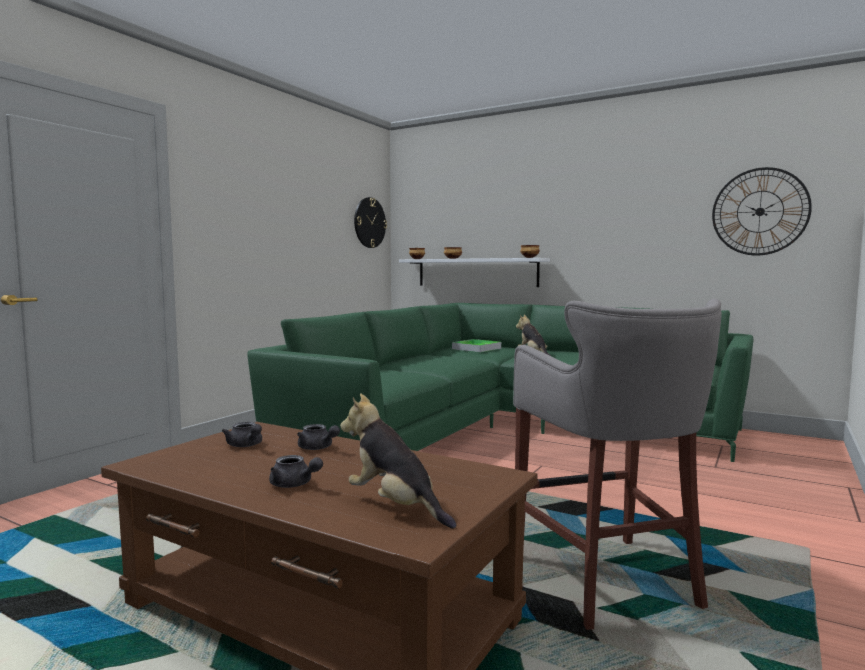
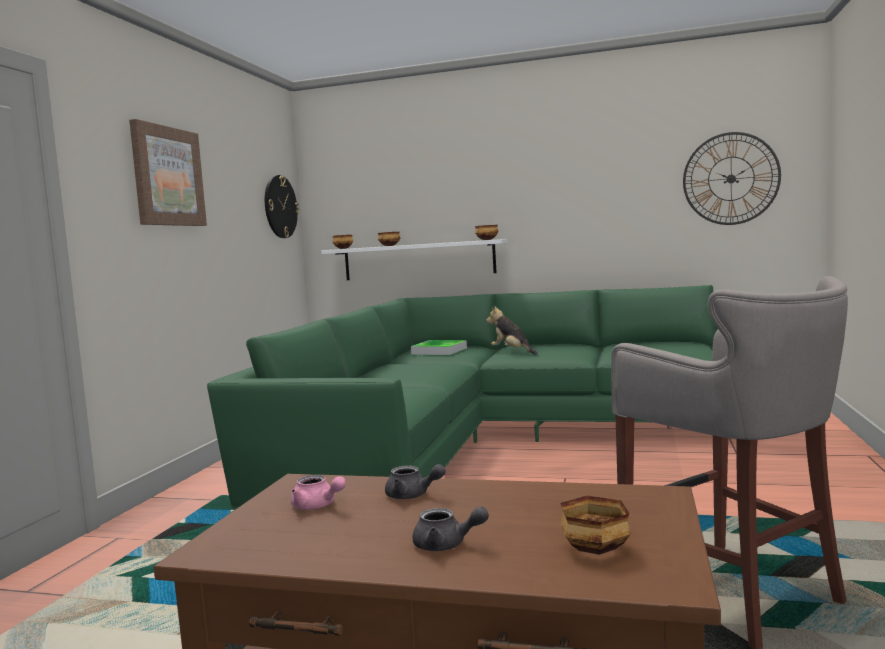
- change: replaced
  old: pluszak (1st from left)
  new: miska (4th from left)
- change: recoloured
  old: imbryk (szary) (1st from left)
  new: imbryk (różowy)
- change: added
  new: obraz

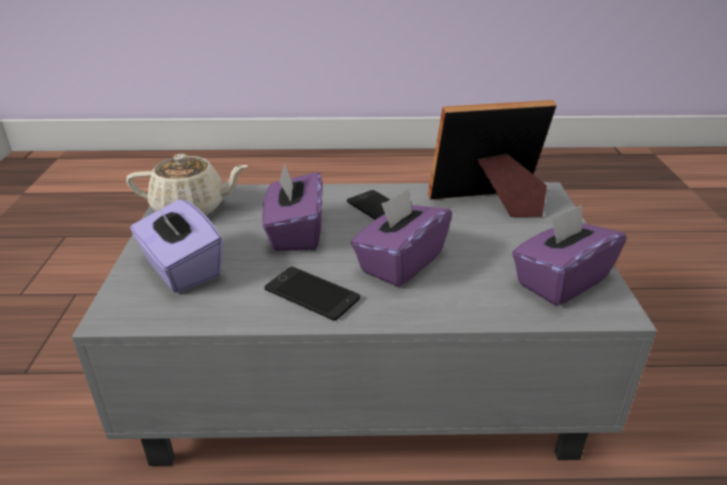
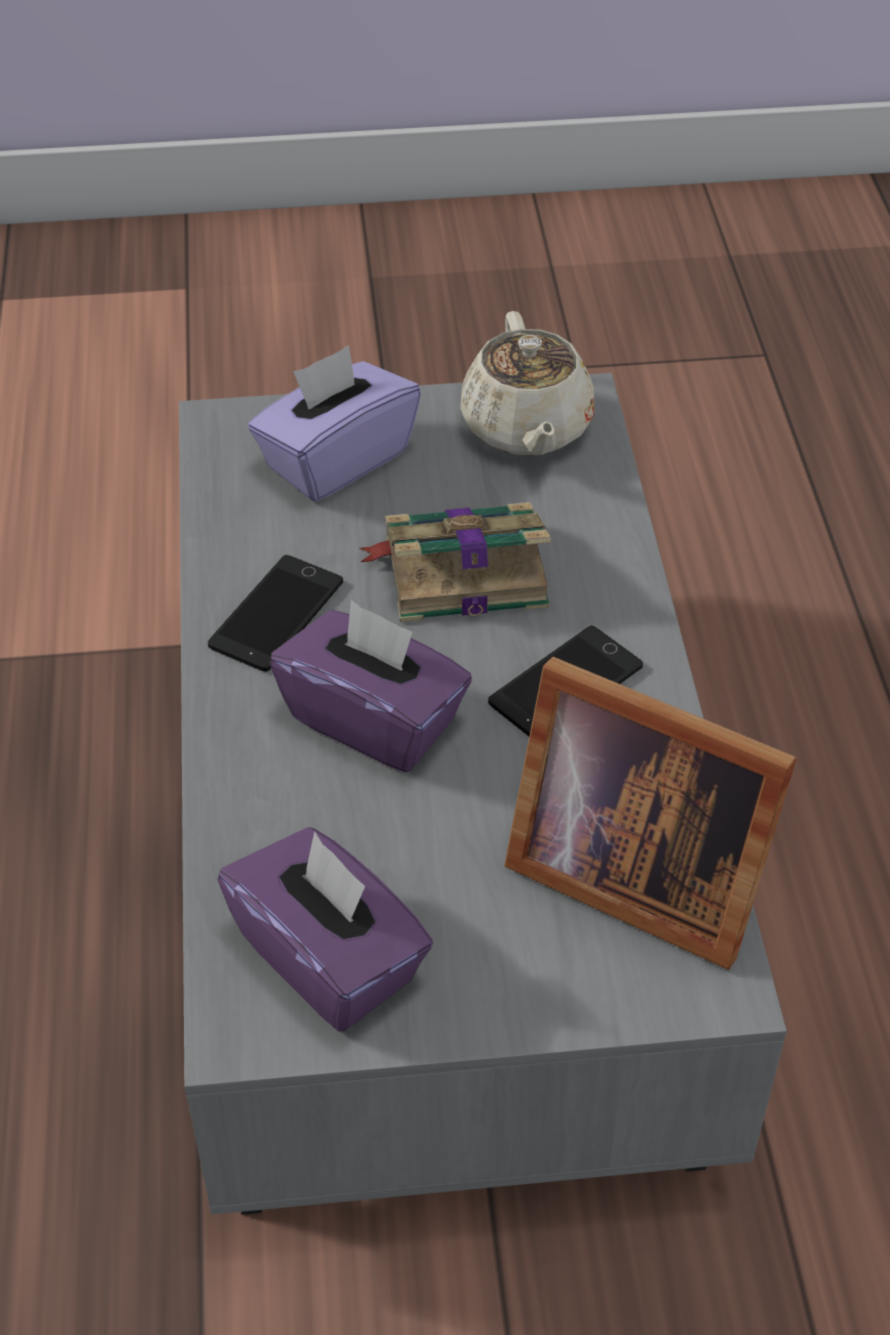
- change: turned
  old: ramka na zdjęcie
  degrees: 135
- change: replaced
  old: pudełko chusteczek (fioletowy) (2nd from left)
  new: książka

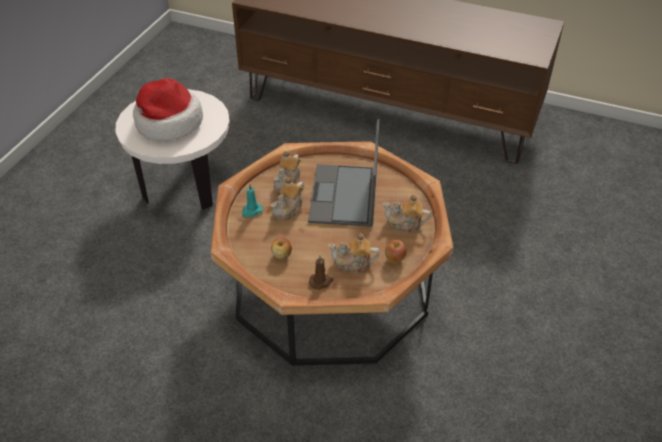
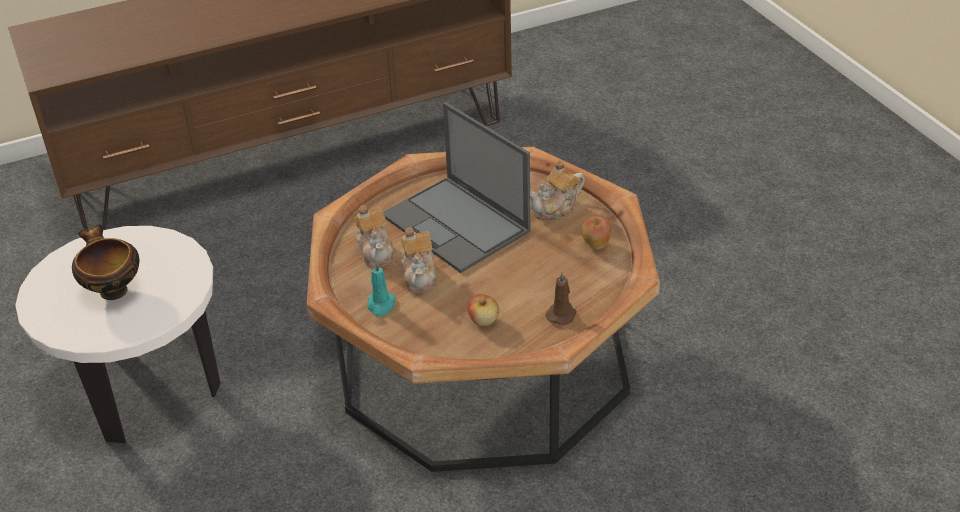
- change: replaced
  old: kapelusz
  new: miska
- change: removed
  old: imbryk (3rd from left)

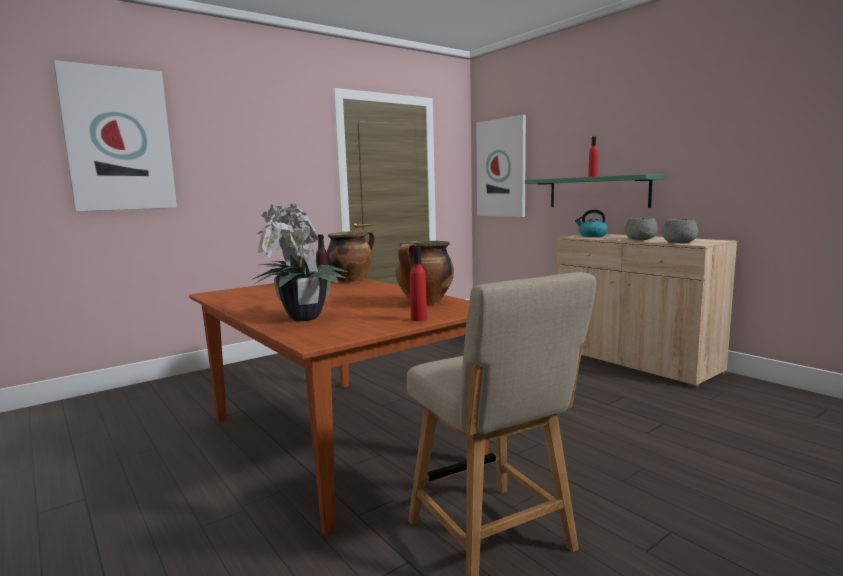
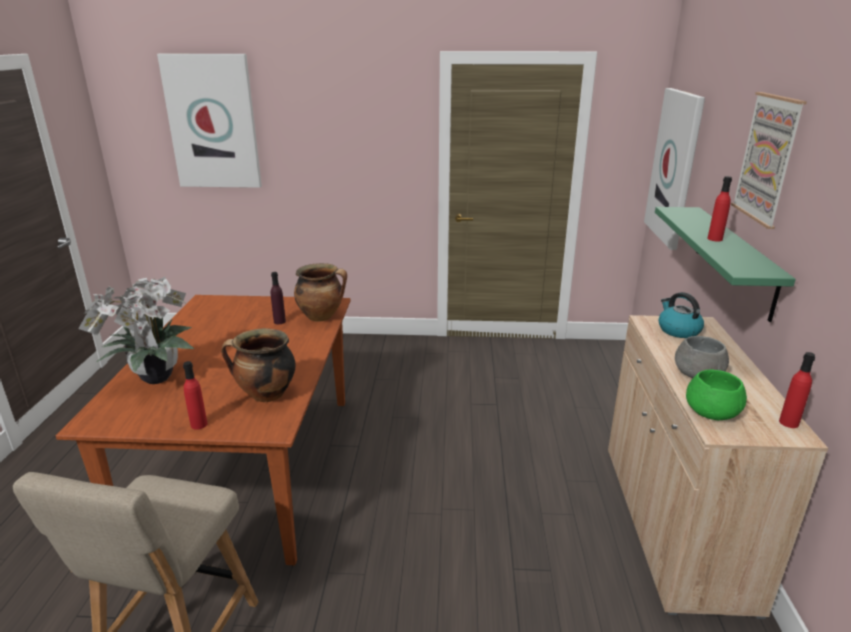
- change: recoloured
  old: miska (szary) (2nd from left)
  new: miska (zielony)
- change: added
  new: obraz (3rd from left)
- change: added
  new: butelka (czerwony) (3rd from left)

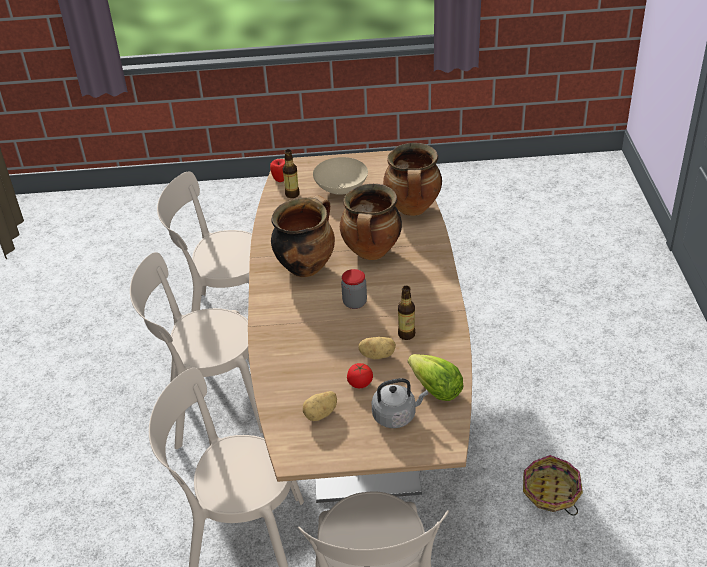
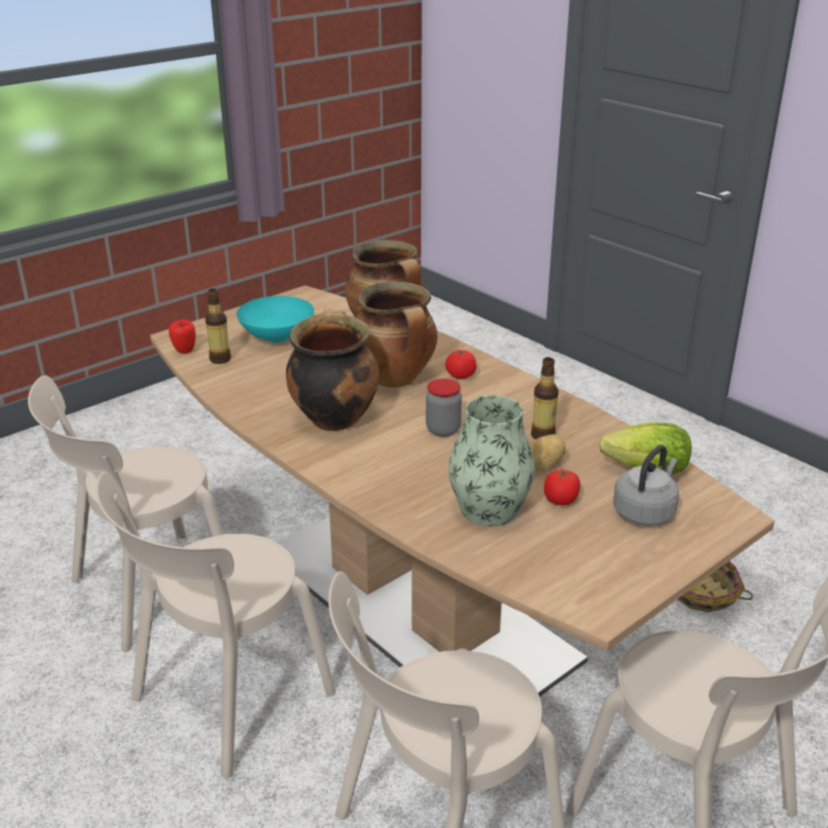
- change: recoloured
  old: miska (beżowy)
  new: miska (turkusowy)
- change: removed
  old: ziemniak (1st from left)
- change: added
  new: pomidor (1st from left)
- change: added
  new: wazon

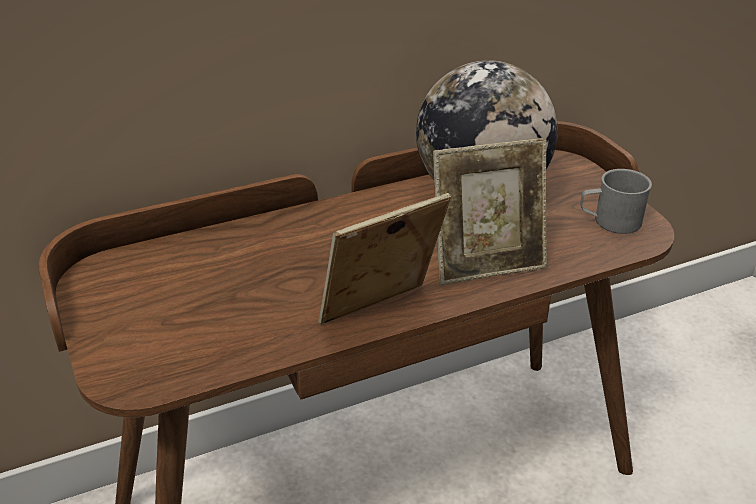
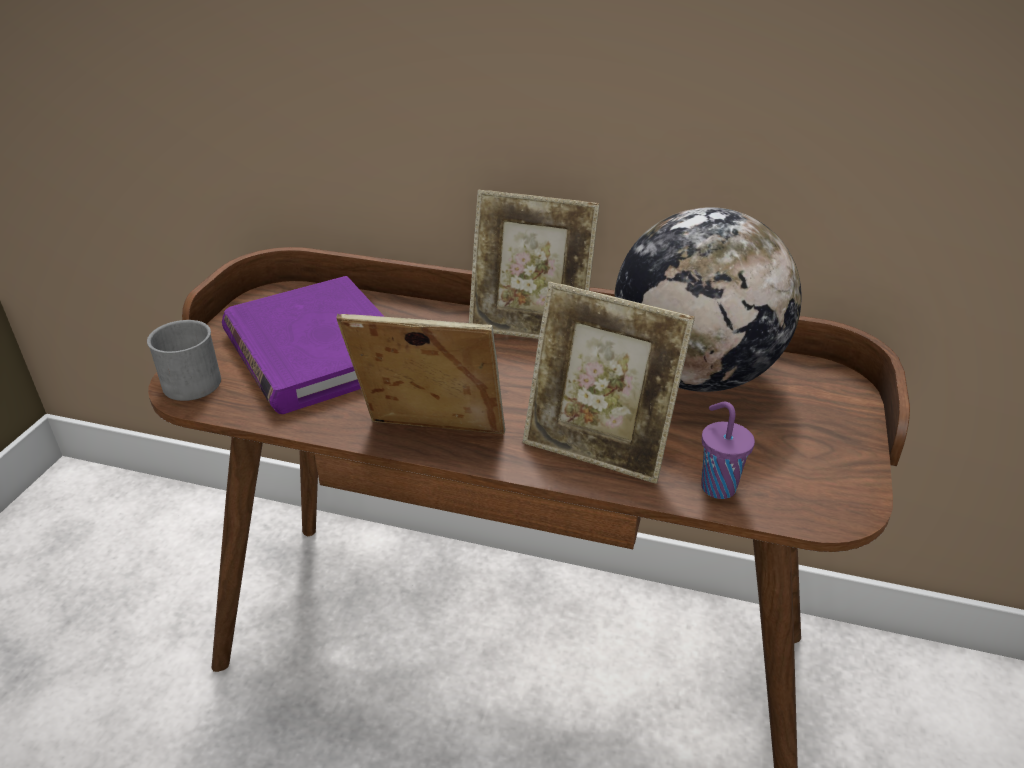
- change: moved
  old: kubek (szary)
- change: added
  new: ramka na zdjęcie (2nd from left)
- change: added
  new: książka (fioletowy)
- change: added
  new: filiżanka (fioletowy)

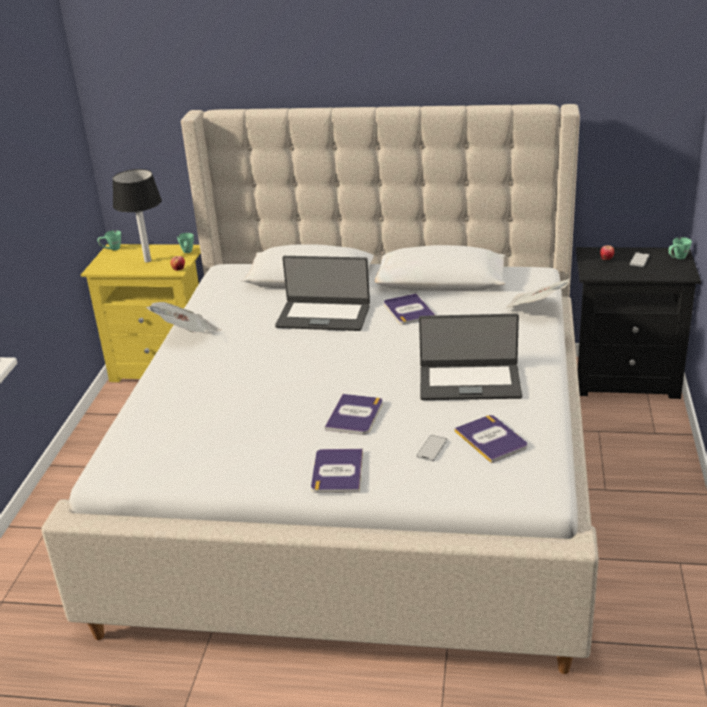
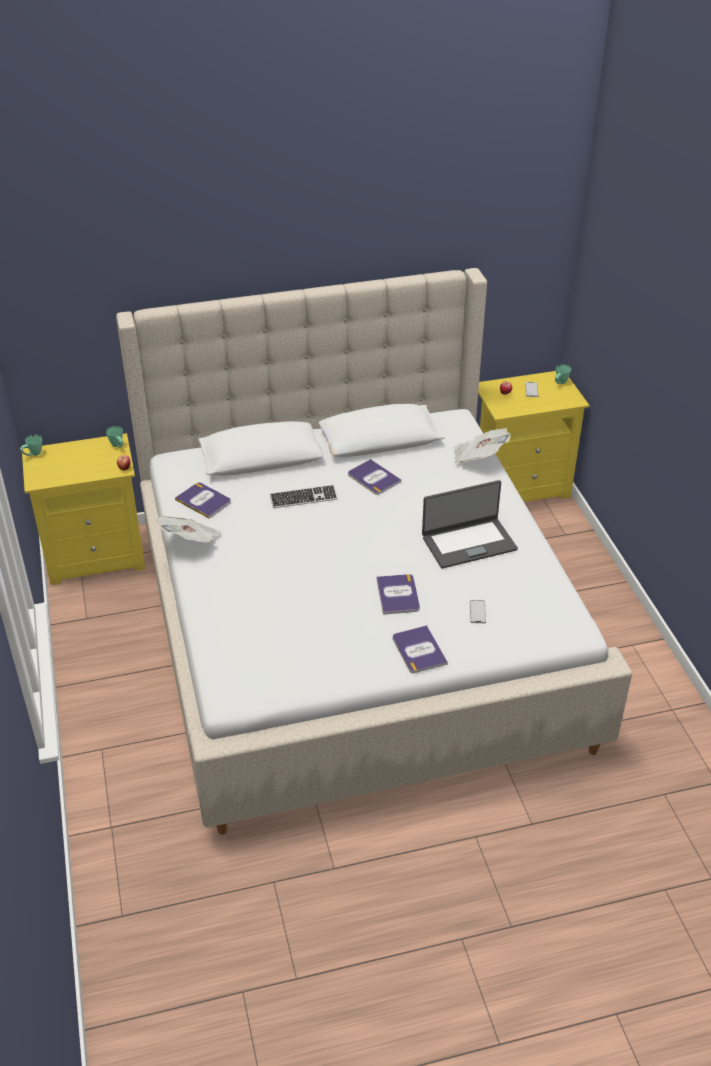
- change: removed
  old: lampa stołowa
- change: recoloured
  old: szafka nocna (czarny)
  new: szafka nocna (żółty) (2nd from left)
- change: replaced
  old: laptop (1st from left)
  new: klawiatura
- change: moved
  old: książka (4th from left in the first image)
  new: książka (1st from left)

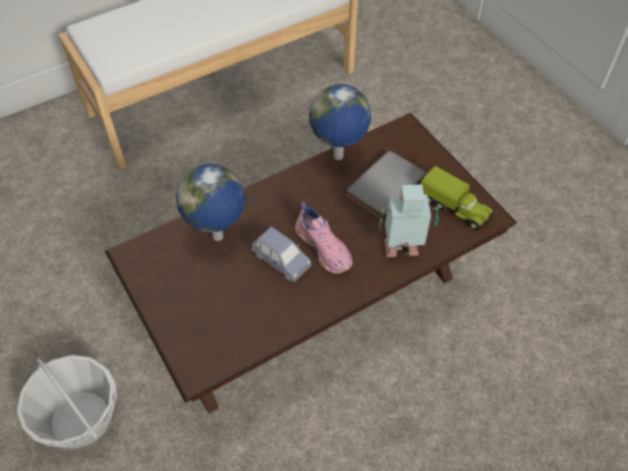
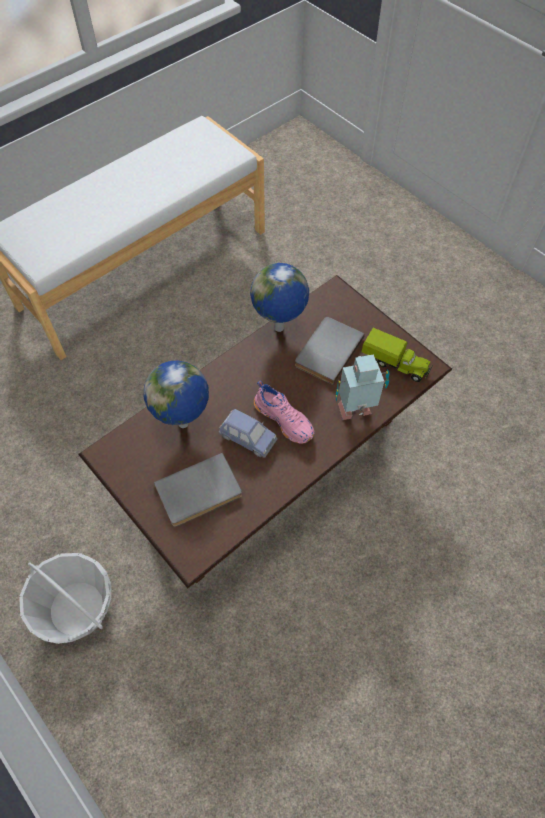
- change: added
  new: książka (szary) (1st from left)

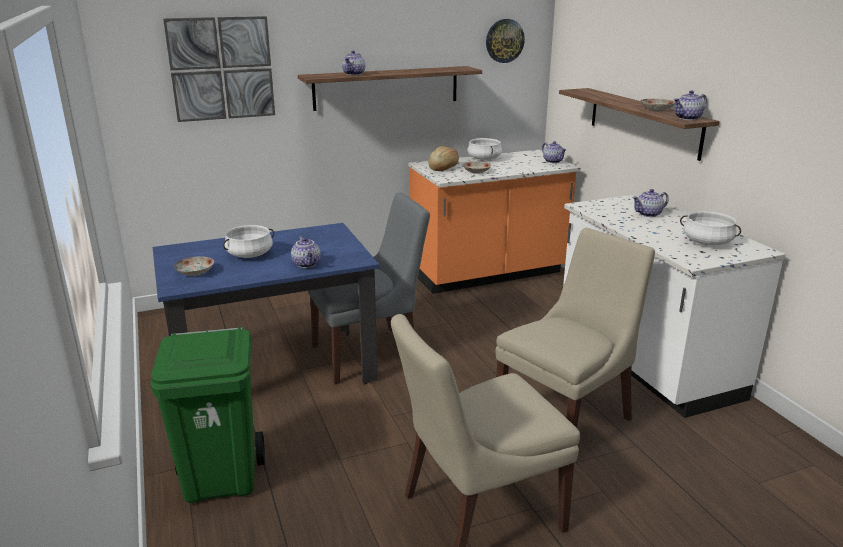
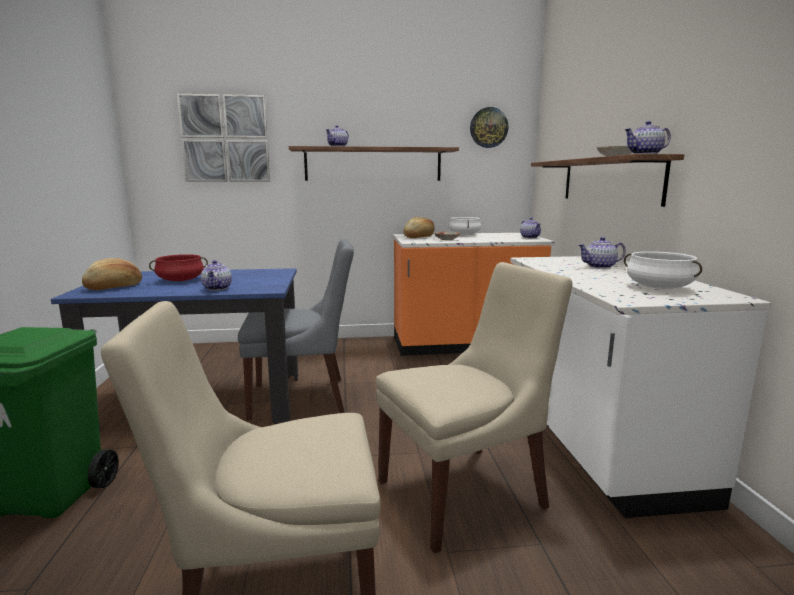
- change: recoloured
  old: garnek (biały) (1st from left)
  new: garnek (czerwony)
- change: replaced
  old: talerz (1st from left)
  new: chleb (1st from left)

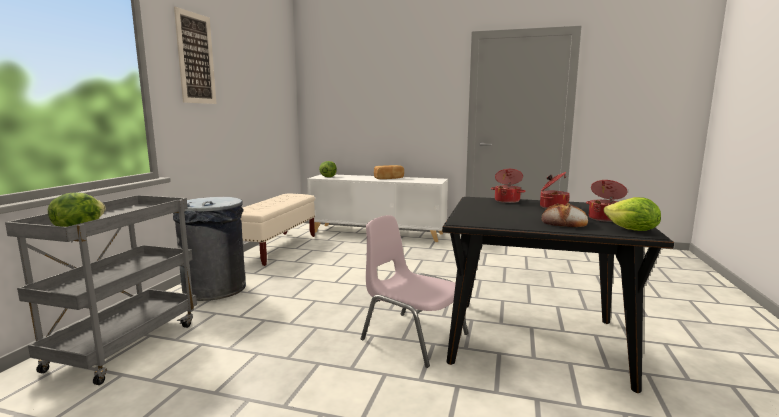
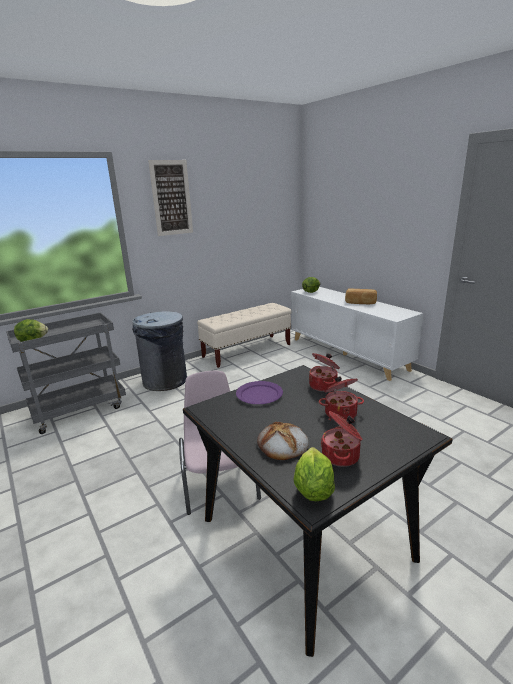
- change: added
  new: talerz (fioletowy)

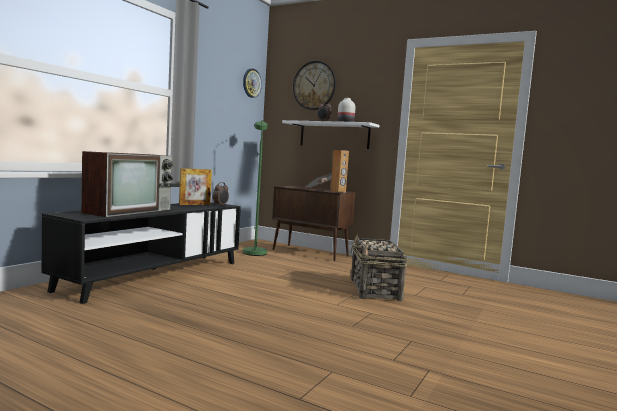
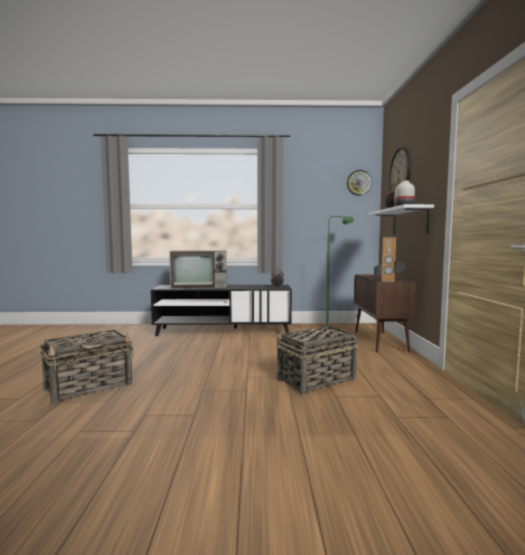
- change: removed
  old: ramka na zdjęcie
- change: added
  new: koszyk (1st from left)

